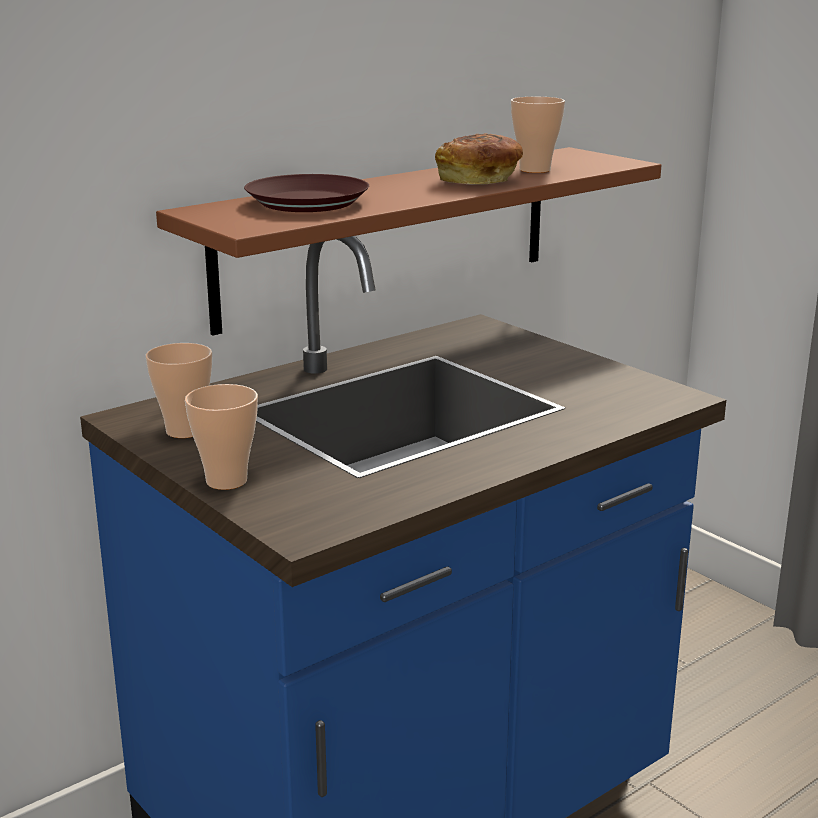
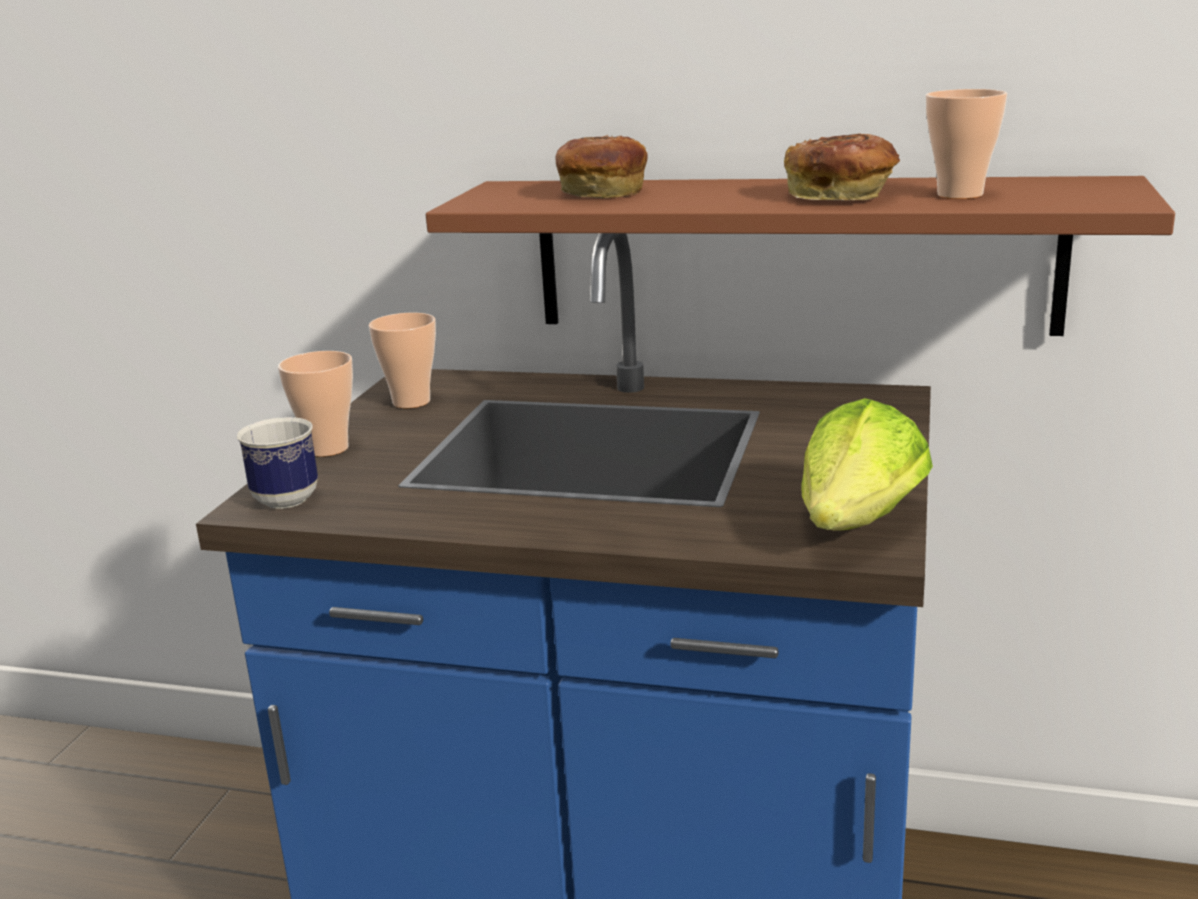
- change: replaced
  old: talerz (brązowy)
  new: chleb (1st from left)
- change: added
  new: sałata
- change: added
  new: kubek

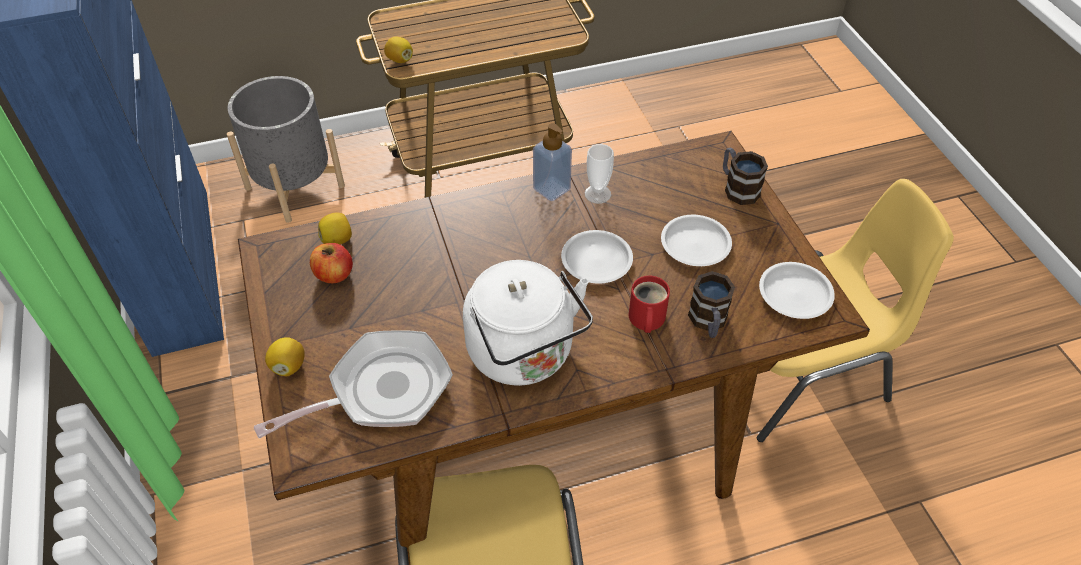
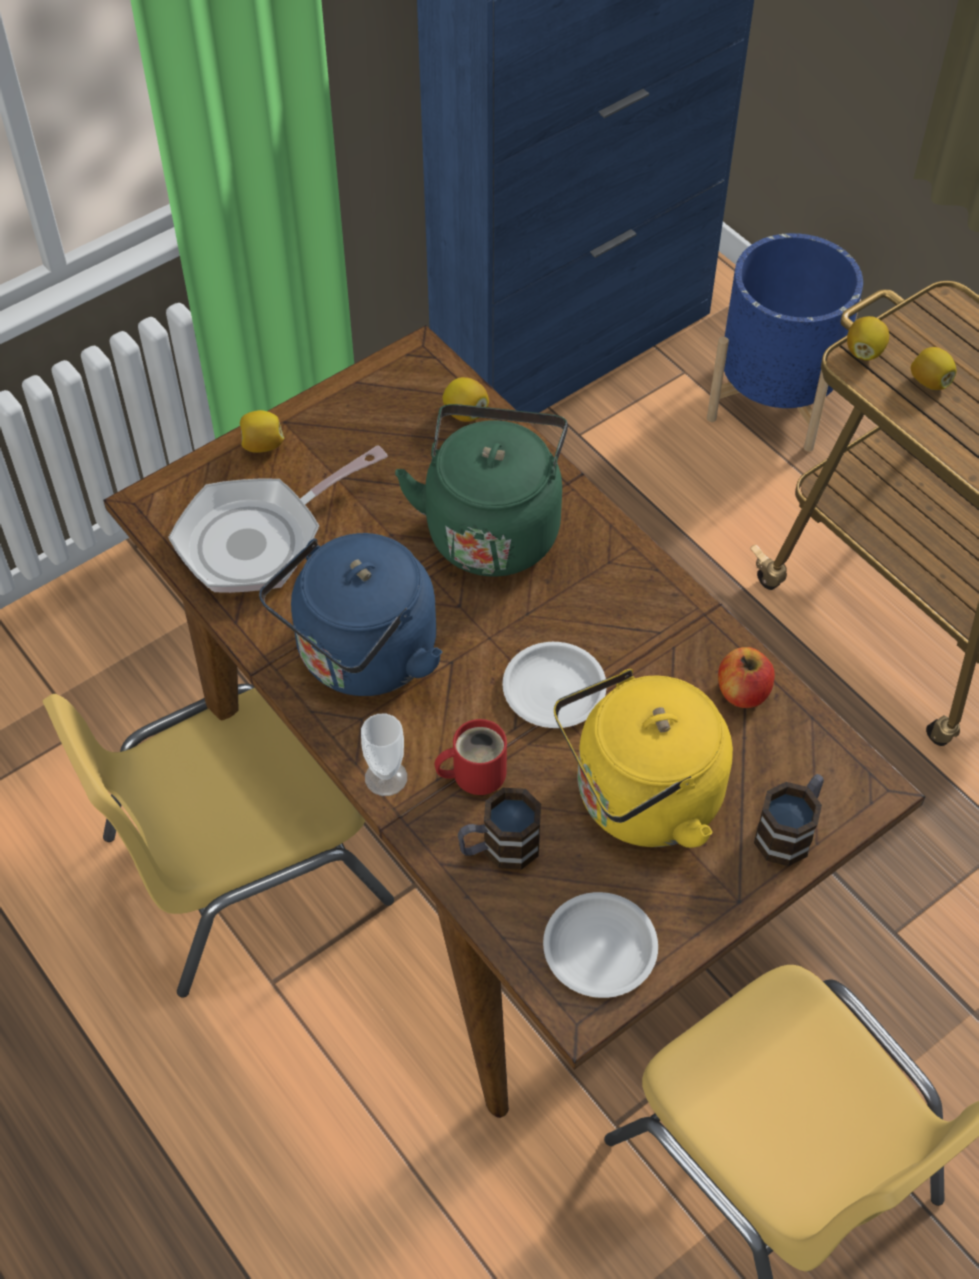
- change: recoloured
  old: donica (szary)
  new: donica (niebieski)
- change: removed
  old: dozownik mydła
- change: moved
  old: filiżanka
- change: replaced
  old: talerz (biały) (2nd from left)
  new: czajnik (żółty)
- change: moved
  old: jabłko
- change: recoloured
  old: czajnik (biały)
  new: czajnik (niebieski)
- change: turned
  old: patelnia
  degrees: 105
- change: added
  new: cytryna (4th from left)
- change: added
  new: czajnik (zielony)

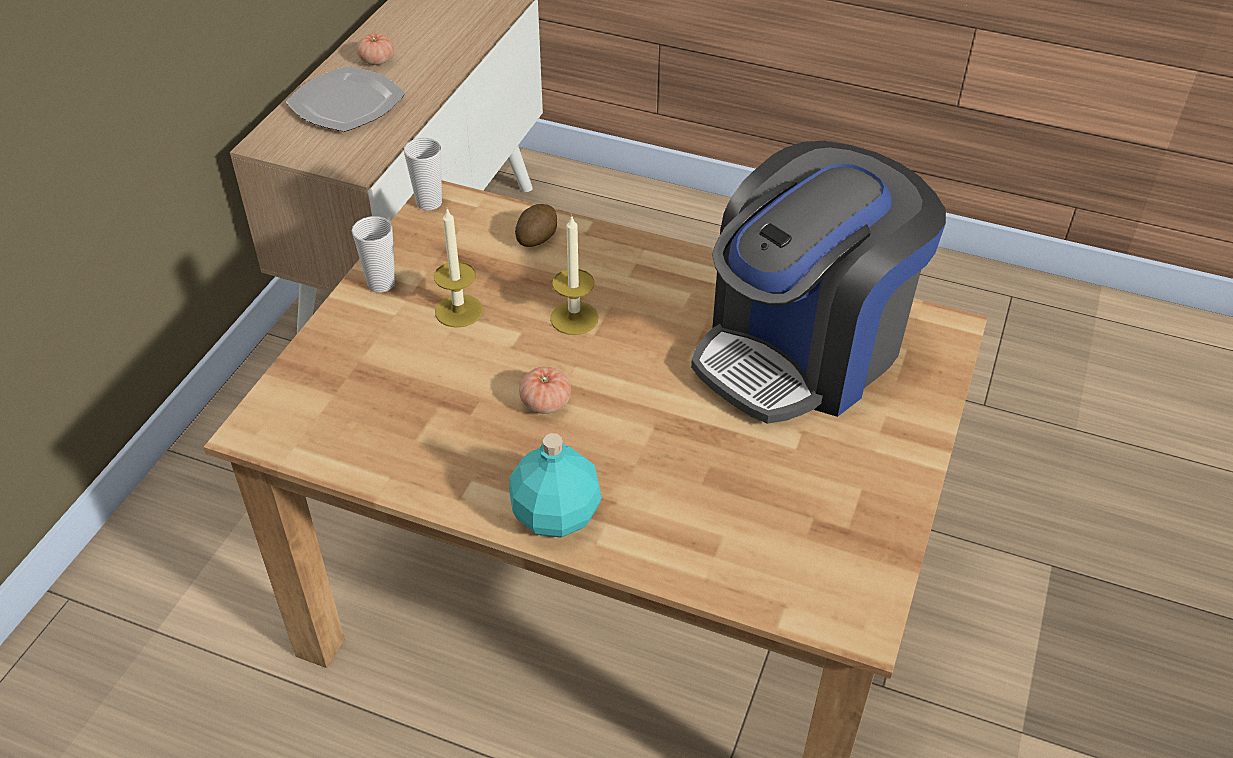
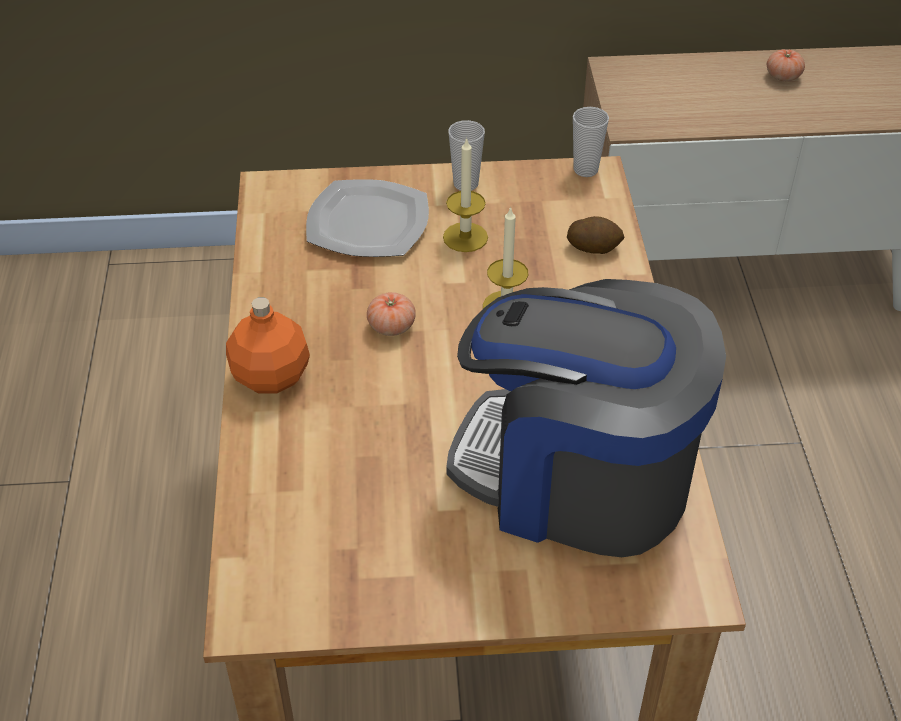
- change: moved
  old: talerz
- change: recoloured
  old: butelka (turkusowy)
  new: butelka (pomarańczowy)

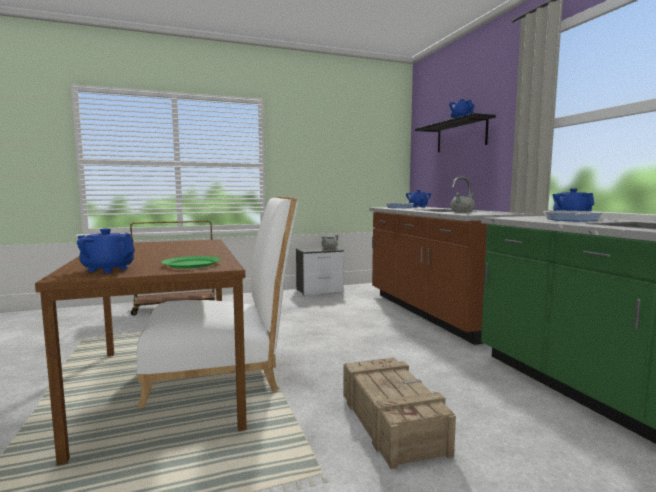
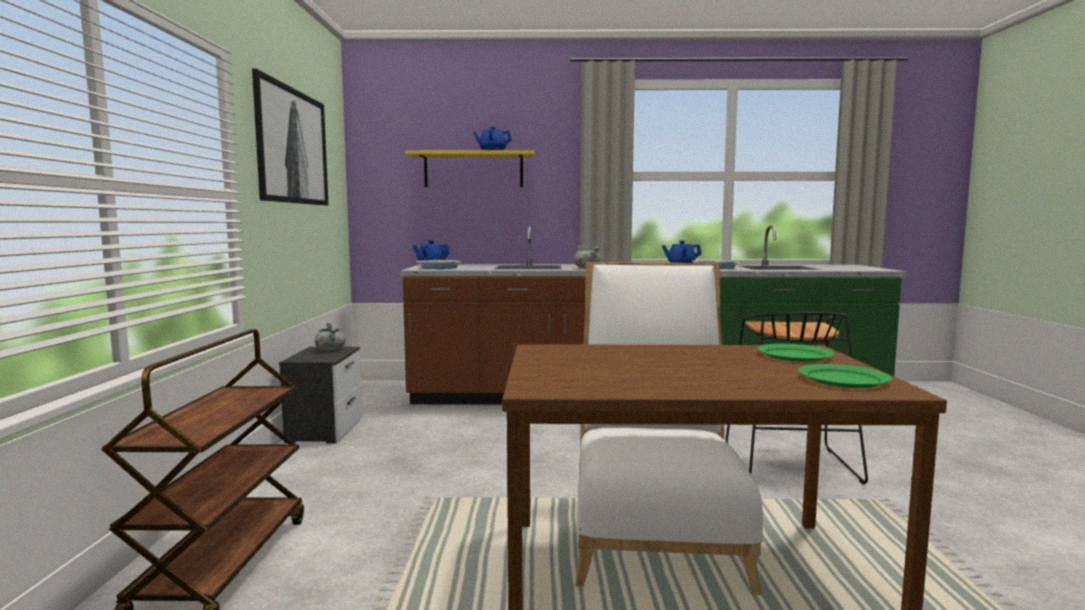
- change: recoloured
  old: półka (czarny)
  new: półka (żółty)
- change: replaced
  old: imbryk (niebieski) (1st from left)
  new: talerz (zielony) (2nd from left)
- change: replaced
  old: skrzynka
  new: stołek (czarny)
- change: added
  new: obraz

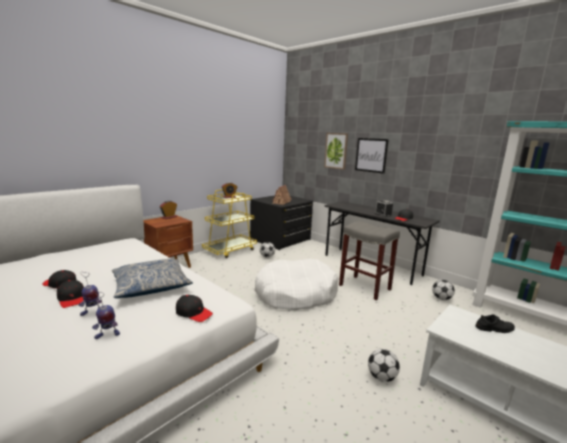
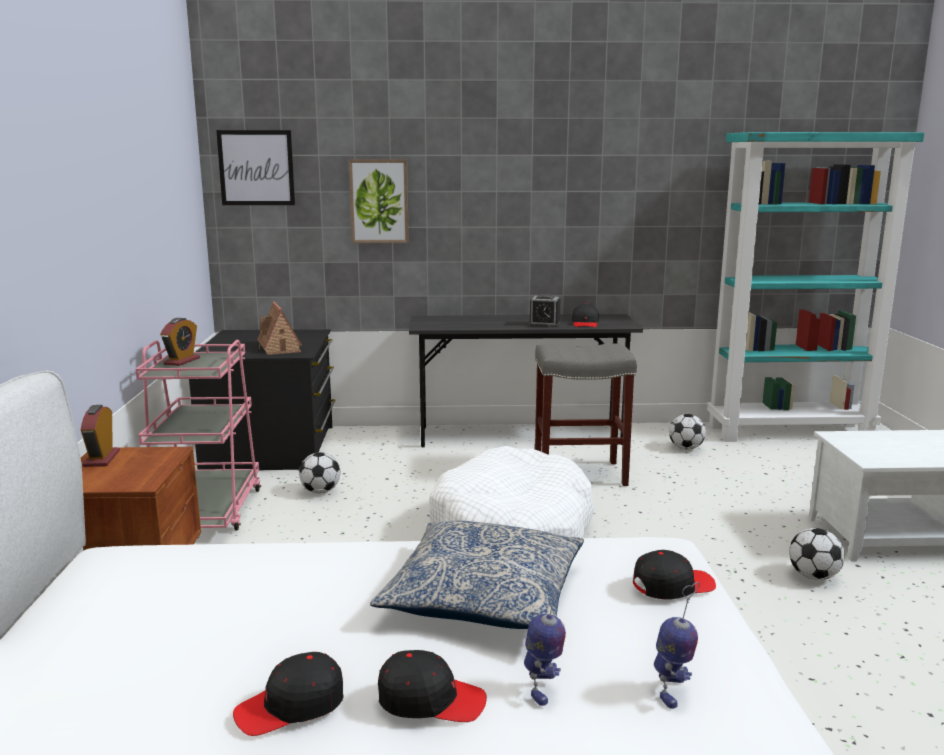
- change: moved
  old: obraz (2nd from left in the first image)
  new: obraz (1st from left)
- change: recoloured
  old: wózek (żółty)
  new: wózek (różowy)
- change: removed
  old: but (czarny)

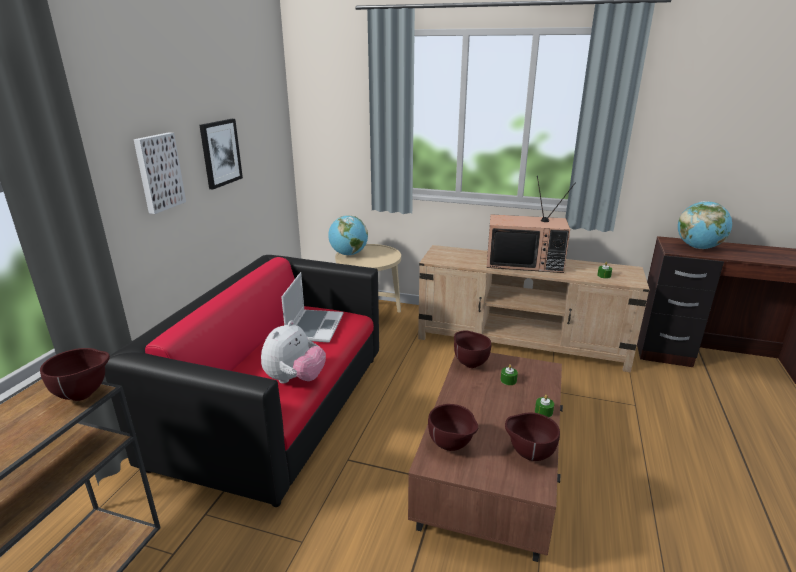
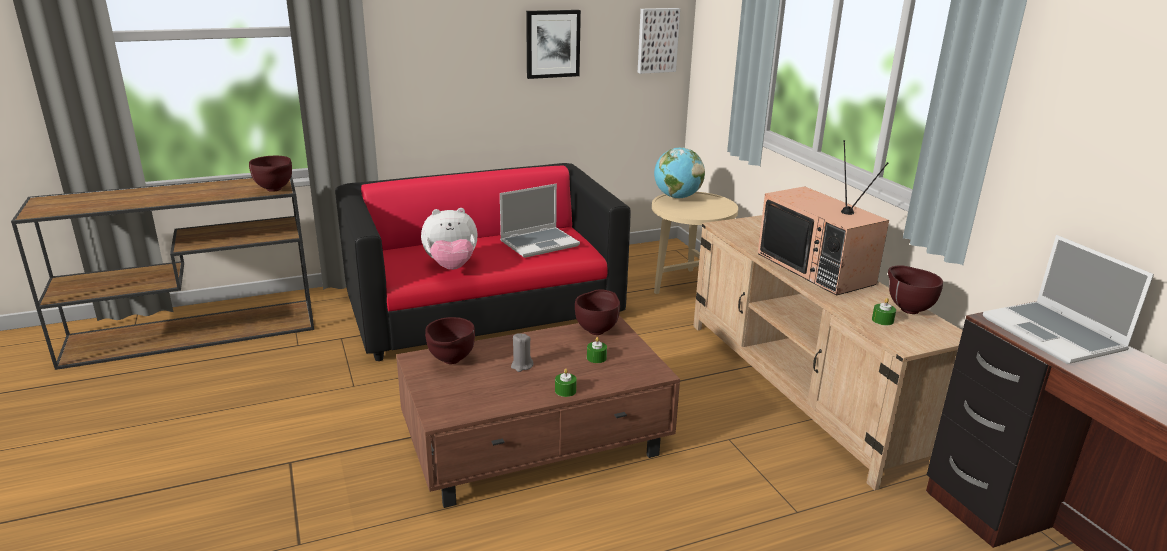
- change: moved
  old: obraz (1st from left in the first image)
  new: obraz (2nd from left)
- change: replaced
  old: globus (2nd from left)
  new: laptop (2nd from left)
- change: moved
  old: miska (brązowy) (4th from left)
- change: added
  new: świeca (szary)

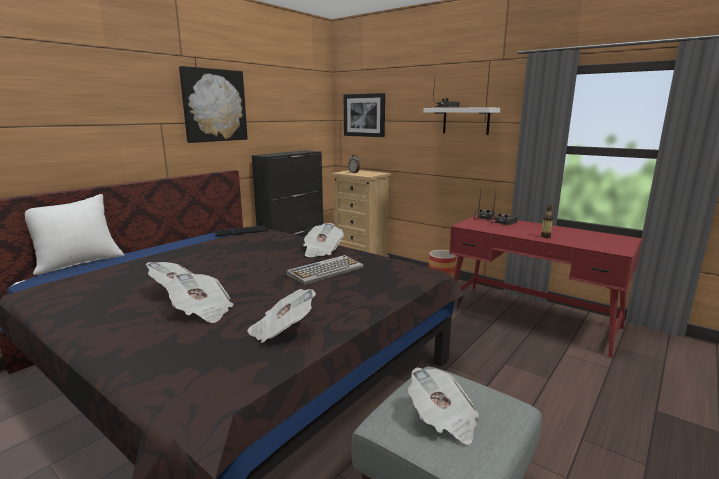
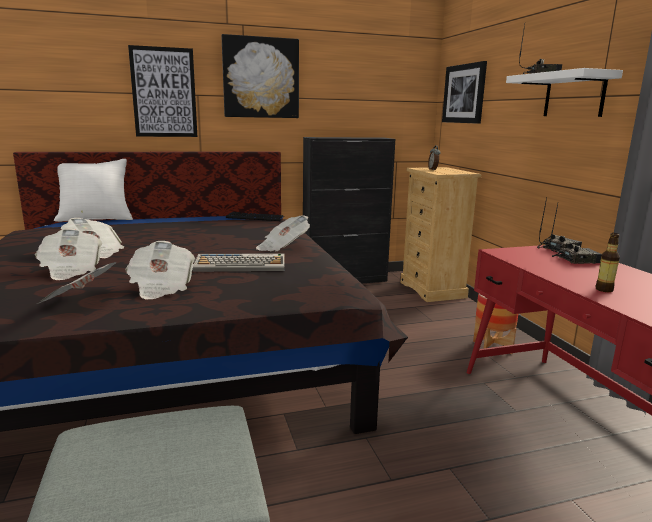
- change: moved
  old: gazeta (5th from left in the first image)
  new: gazeta (4th from left)
- change: added
  new: obraz (1st from left)

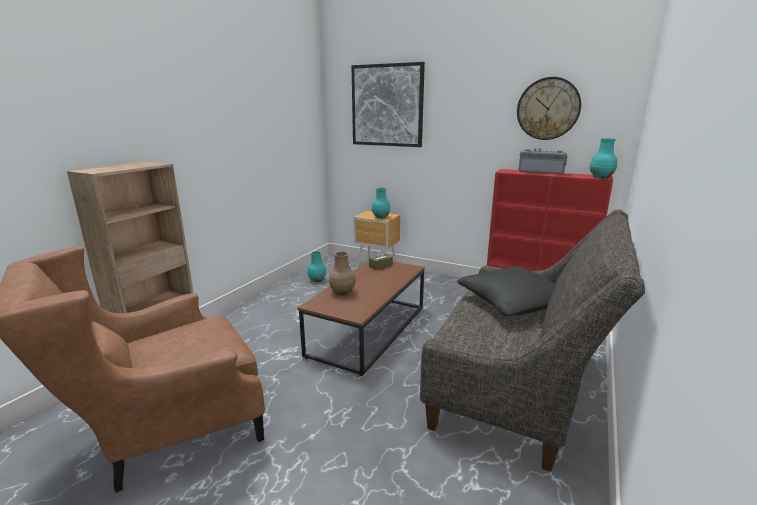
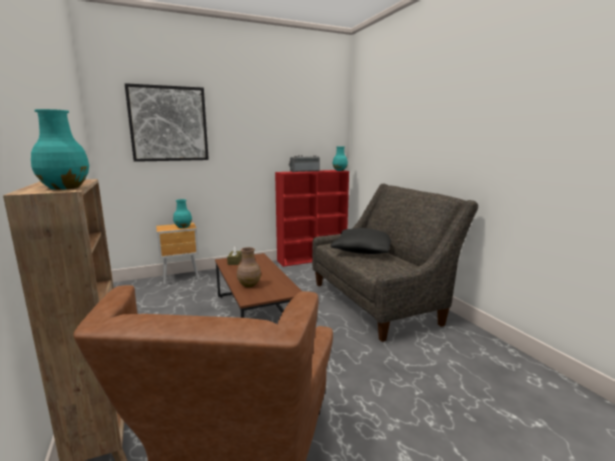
- change: removed
  old: zegar ścienny
- change: moved
  old: wazon (turkusowy) (1st from left)

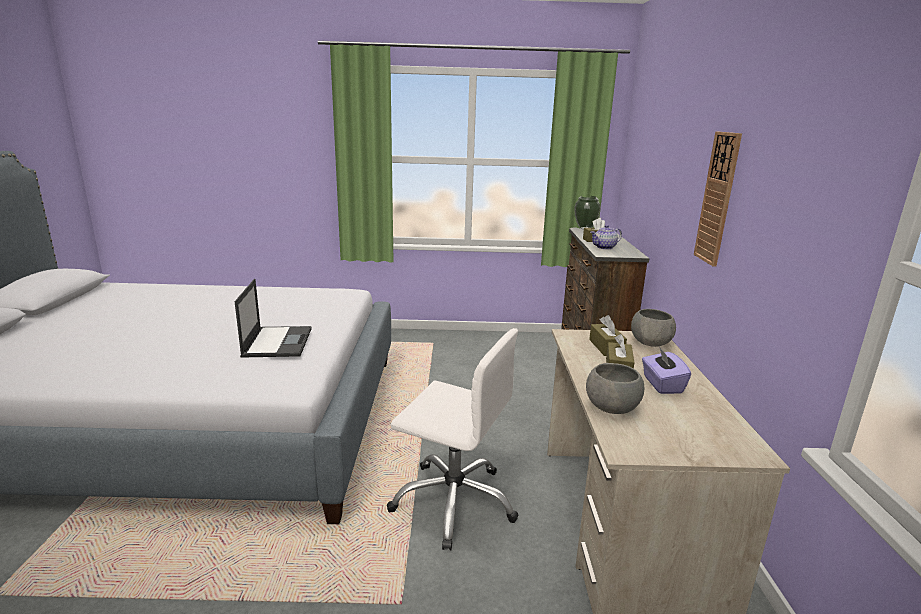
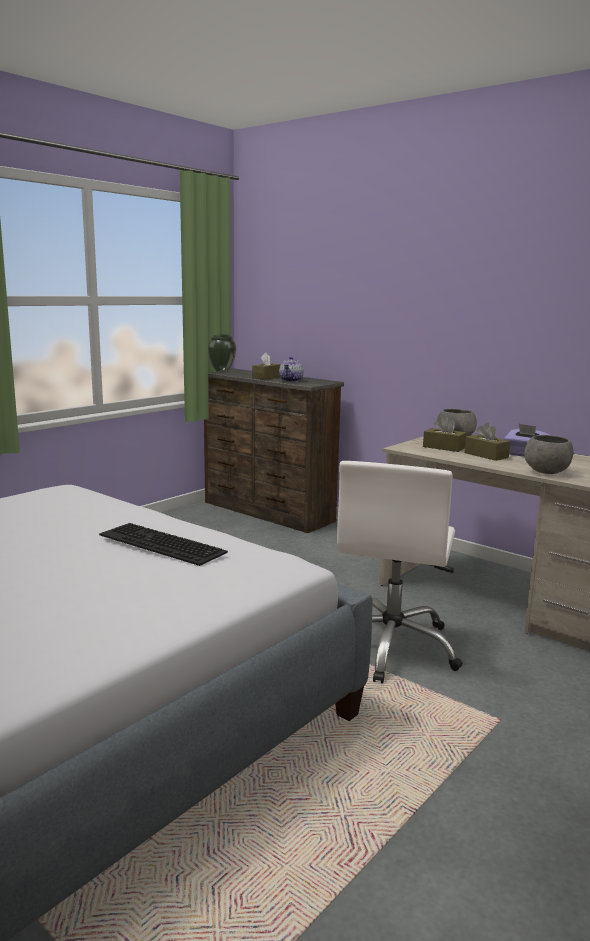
- change: removed
  old: zegar ścienny
- change: replaced
  old: laptop
  new: klawiatura
- change: turned
  old: krzesło biurowe (biały)
  degrees: 135

